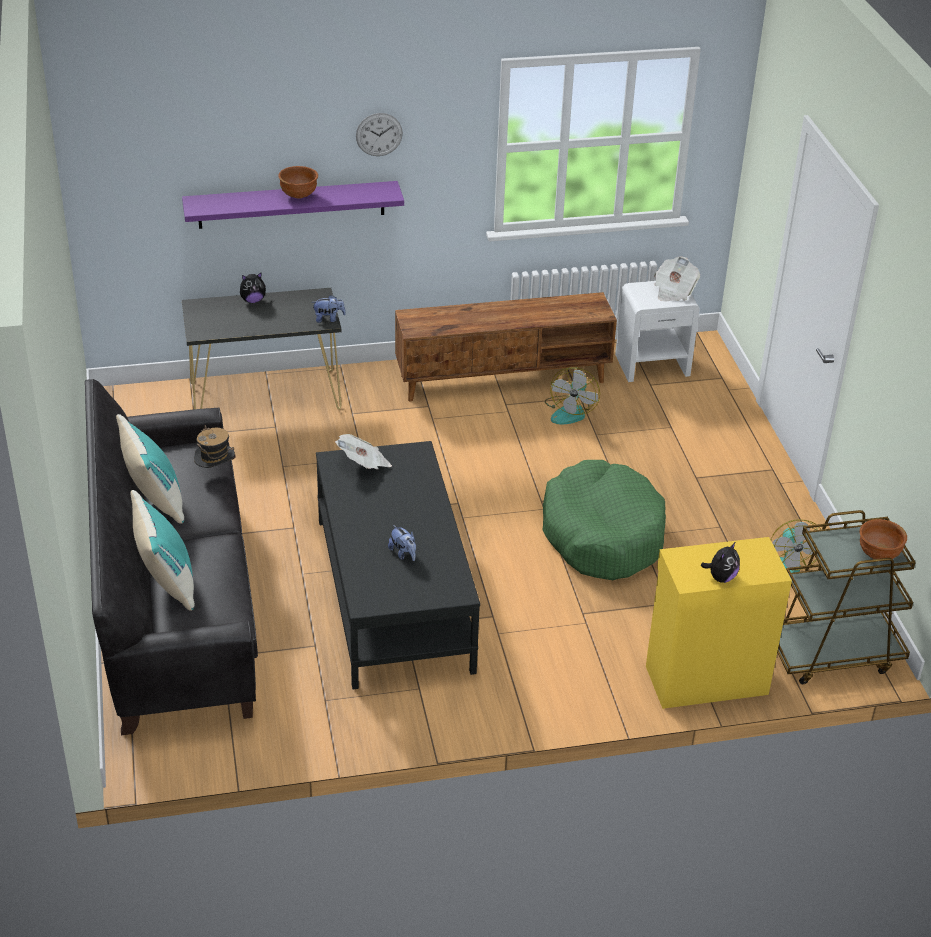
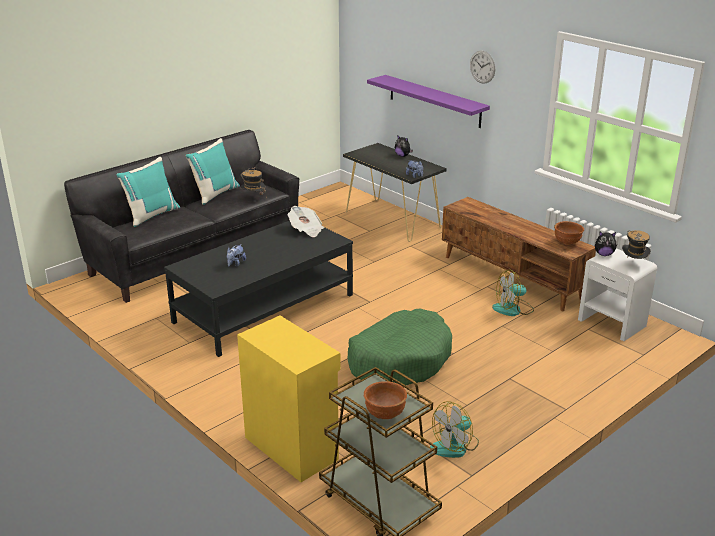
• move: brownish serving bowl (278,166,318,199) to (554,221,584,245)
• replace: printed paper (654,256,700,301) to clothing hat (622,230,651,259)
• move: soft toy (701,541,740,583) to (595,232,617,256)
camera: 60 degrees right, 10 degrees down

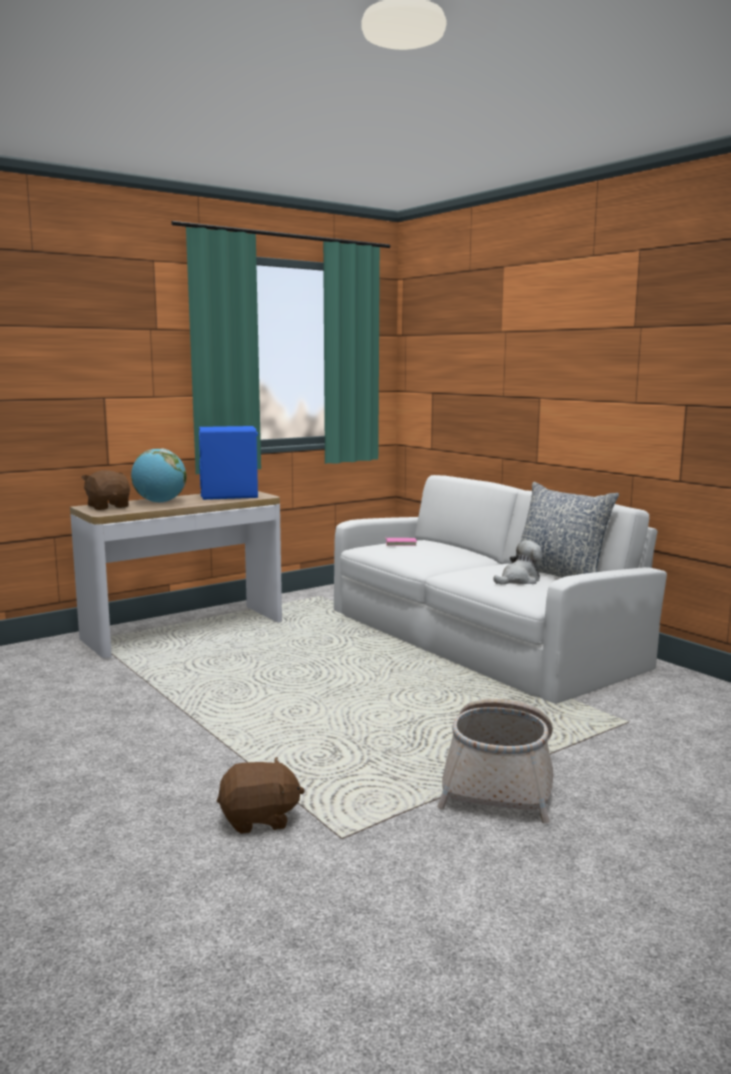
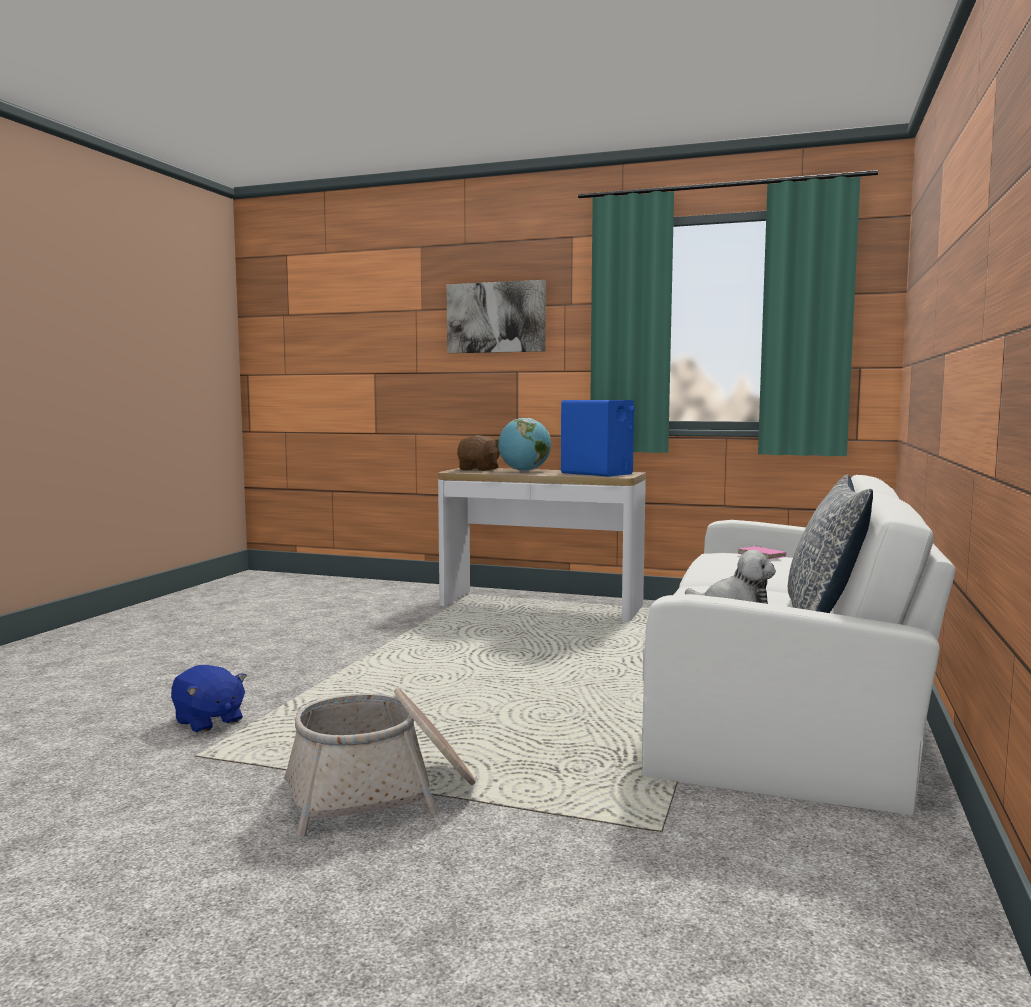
• recolor: brownish soft toy (217,757,305,834) to blue soft toy (171,665,247,733)
• insert: wall art (447,280,546,353)
camera: 55 degrees right, 5 degrees down

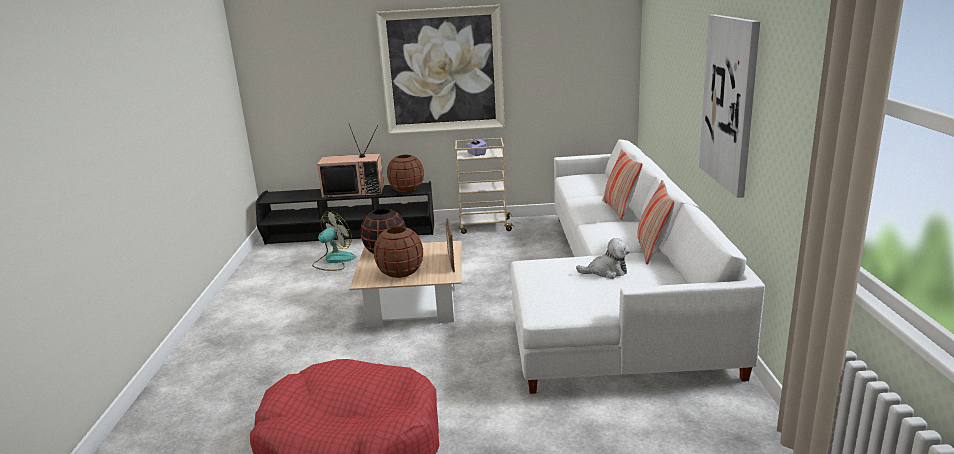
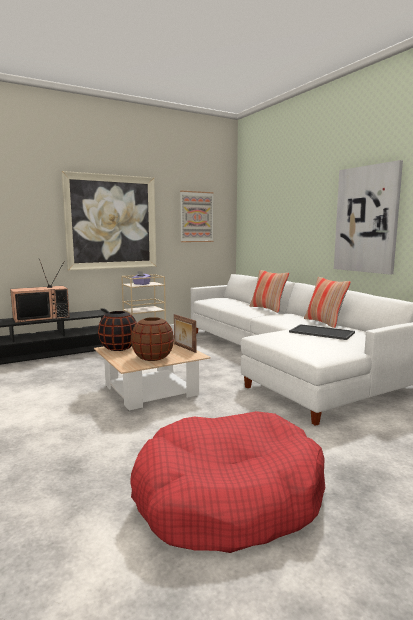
• delete: brownish vase (387,155,424,193)
• delete: fan (312,212,356,271)
• replace: soft toy (576,238,630,279) to carrying tray (289,324,355,340)
• insert: wall art (180,191,214,242)
camera: 30 degrees left, 10 degrees down

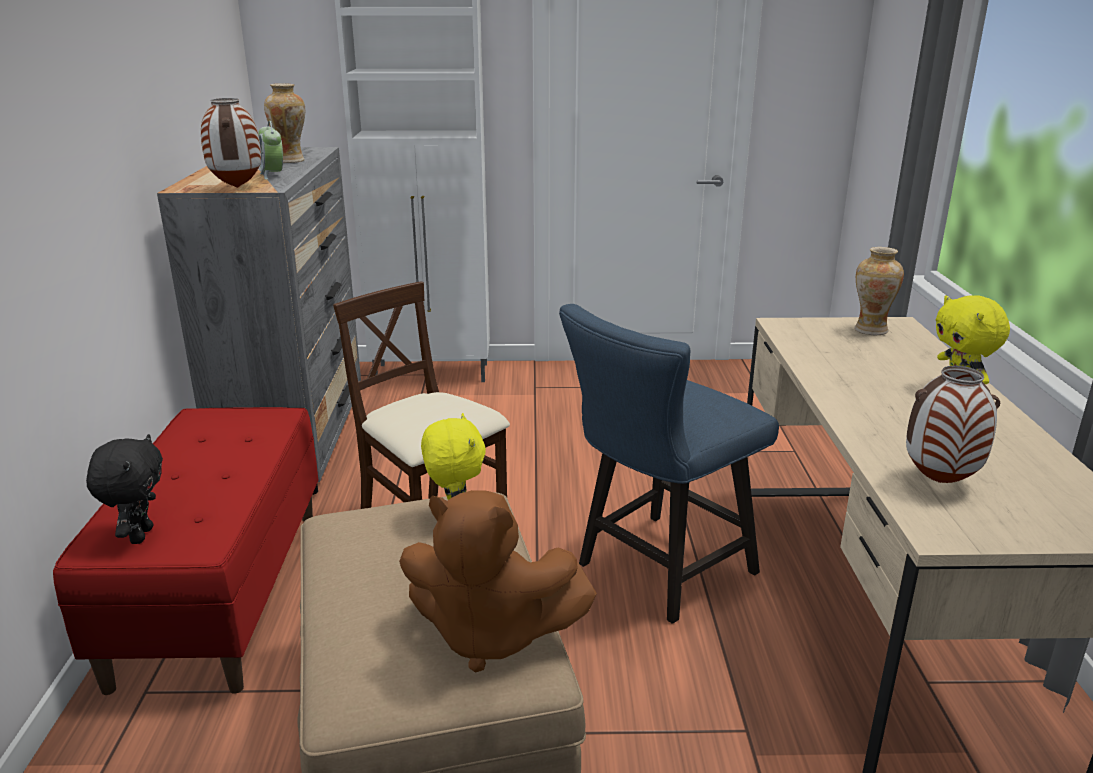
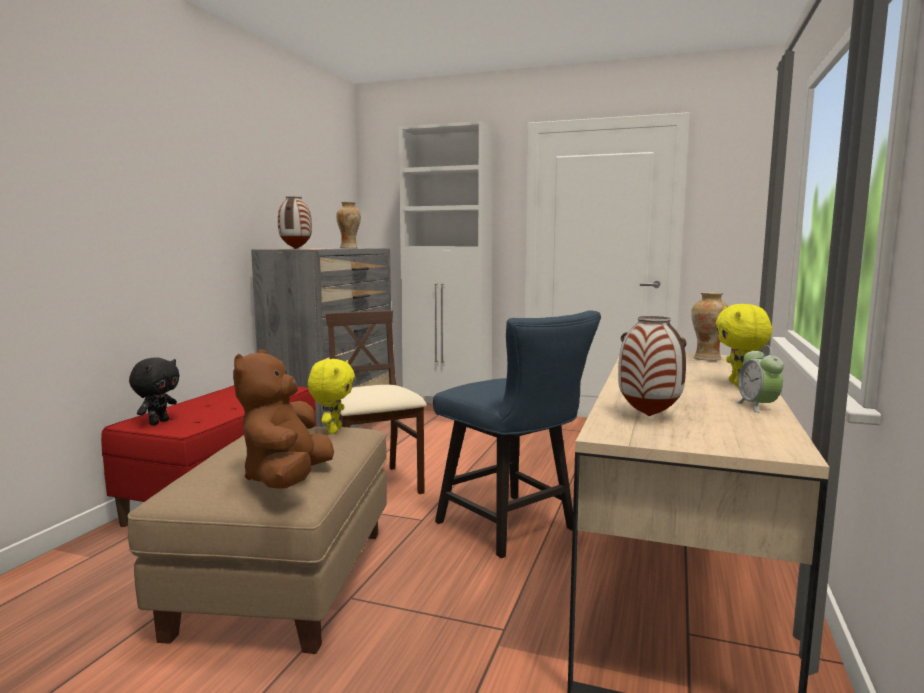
• move: bedside clock (259,121,283,180) to (736,345,784,413)
• rotate: blue upright chair (559,304,779,624) = (433,310,601,558) 105 degrees counterclockwise
• rotate: brownish soft toy (399,490,597,673) = (233,349,334,488) 60 degrees clockwise
camera: 20 degrees right, 15 degrees down

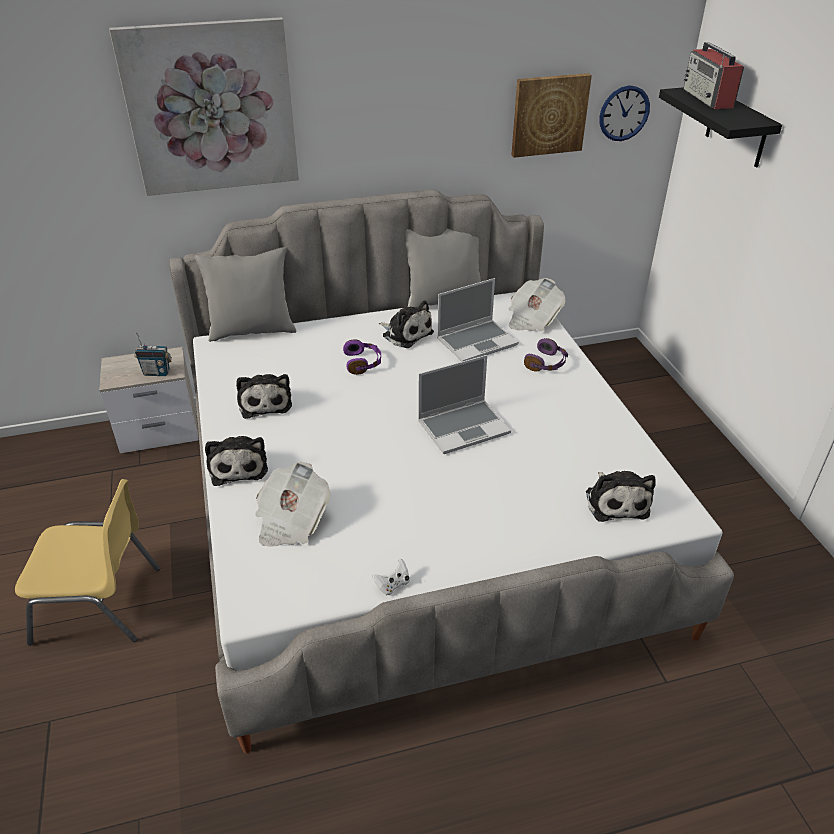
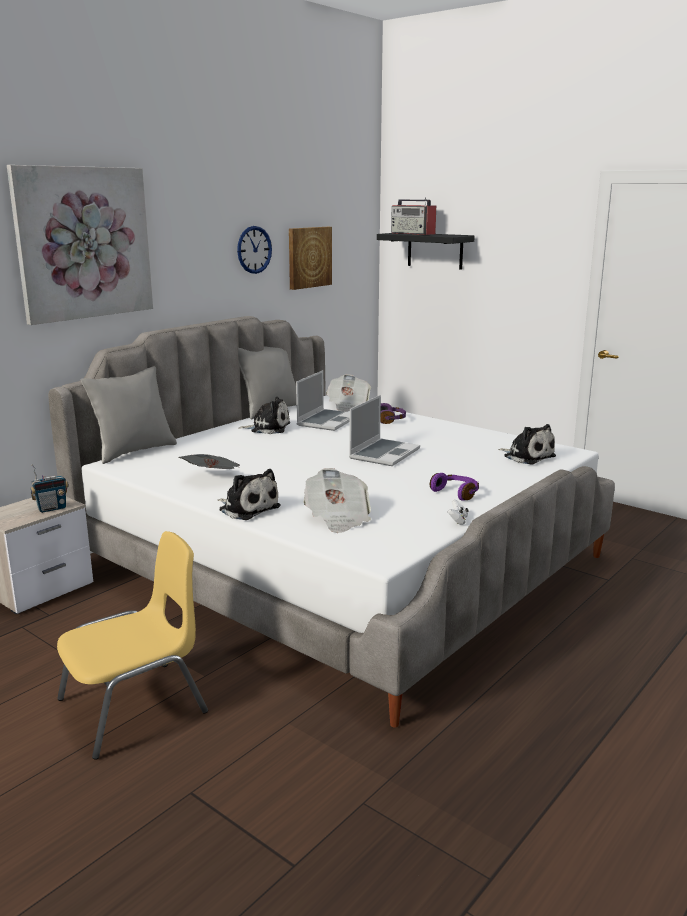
• move: clock on the wall (599,85,650,141) to (237,226,272,274)
• move: purplish headphones (343,340,381,375) to (430,473,479,501)
• replace: soft toy (236,374,292,419) to printed paper (178,454,240,469)
camera: 35 degrees left, 20 degrees down

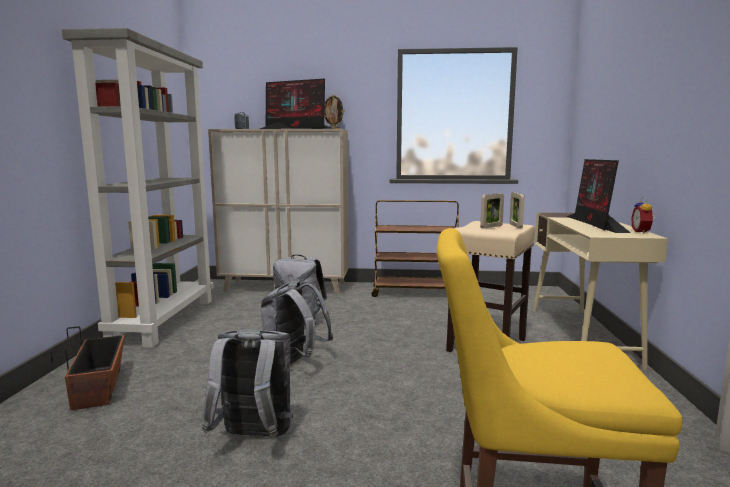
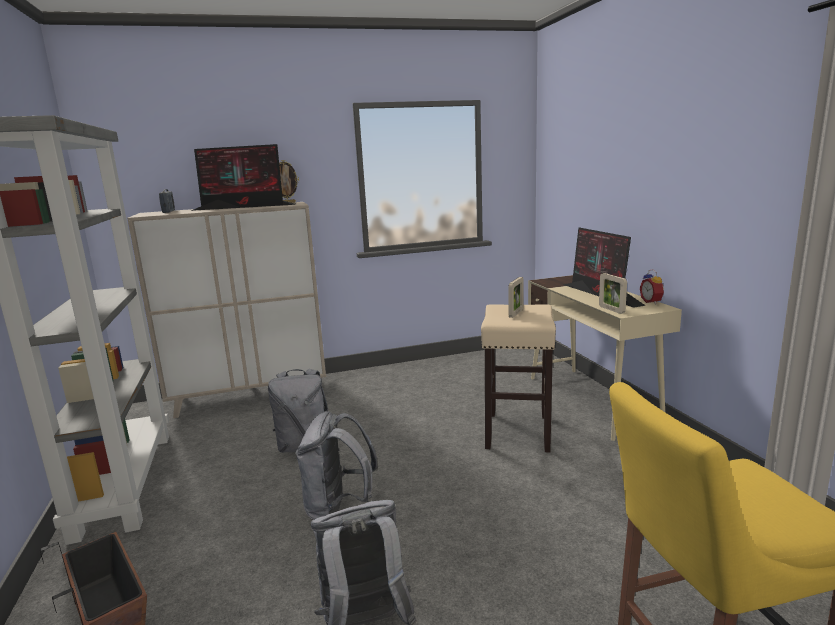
• move: photo frame (510,192,525,228) to (599,273,627,314)
• delete: brownish cart (372,200,459,297)
camera: 20 degrees left, 5 degrees up

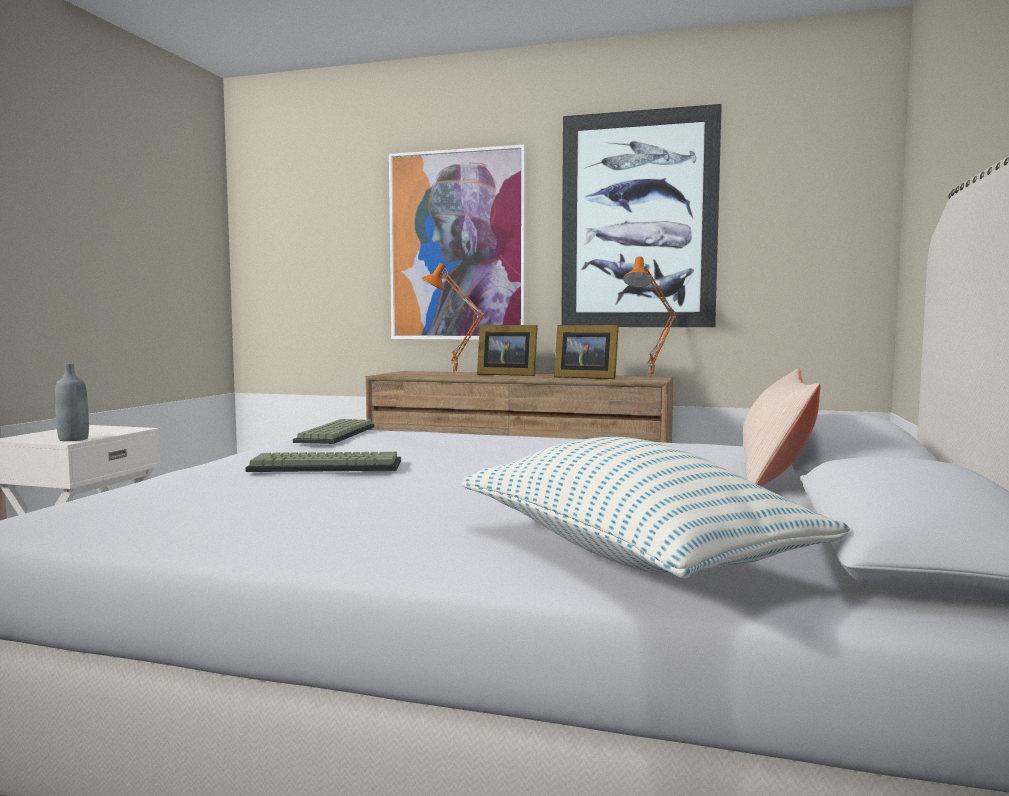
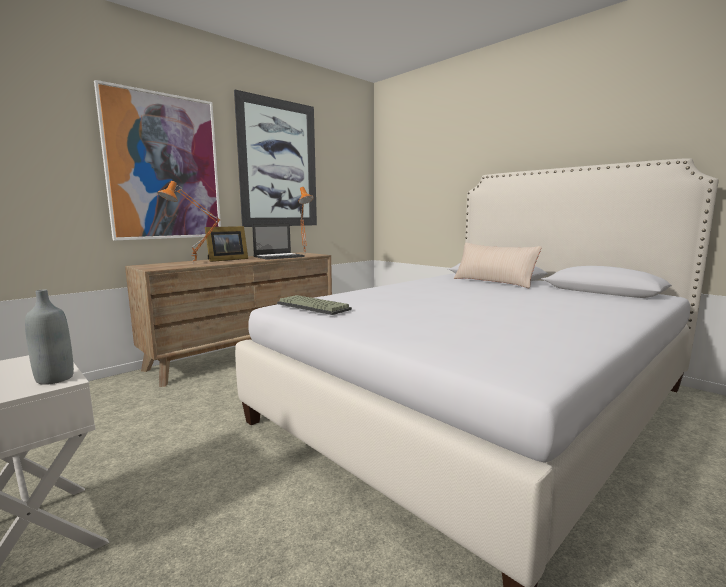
• replace: photo frame (554,325,619,379) to laptop (252,223,305,260)
• delete: cushion (462,437,850,578)
• delete: computer keyboard (245,452,401,472)
camera: 60 degrees left, 5 degrees up

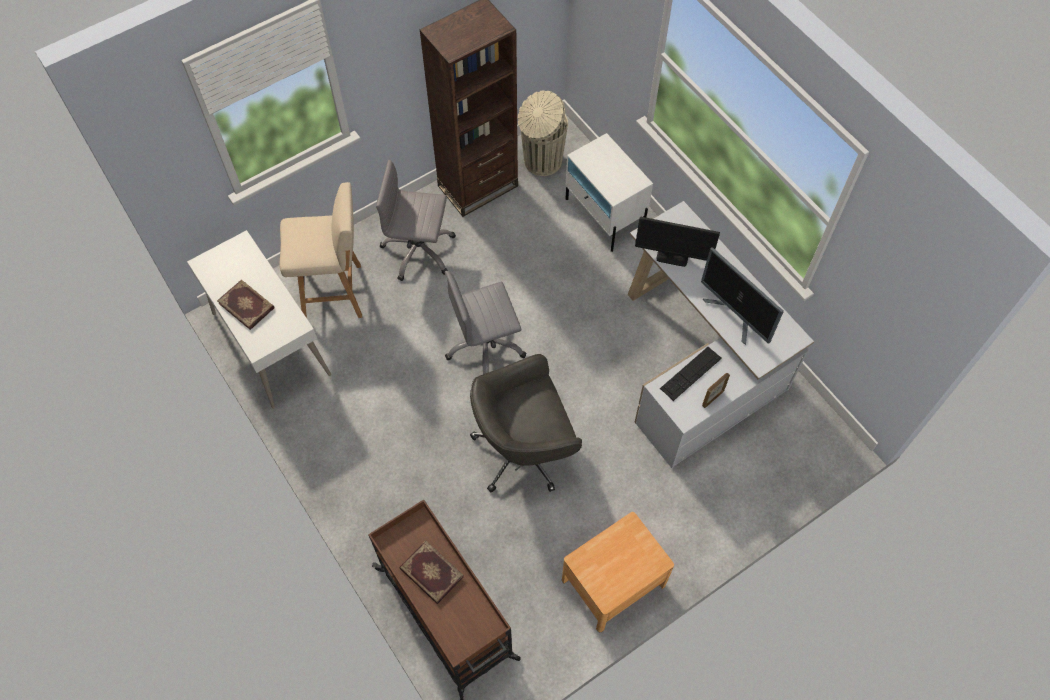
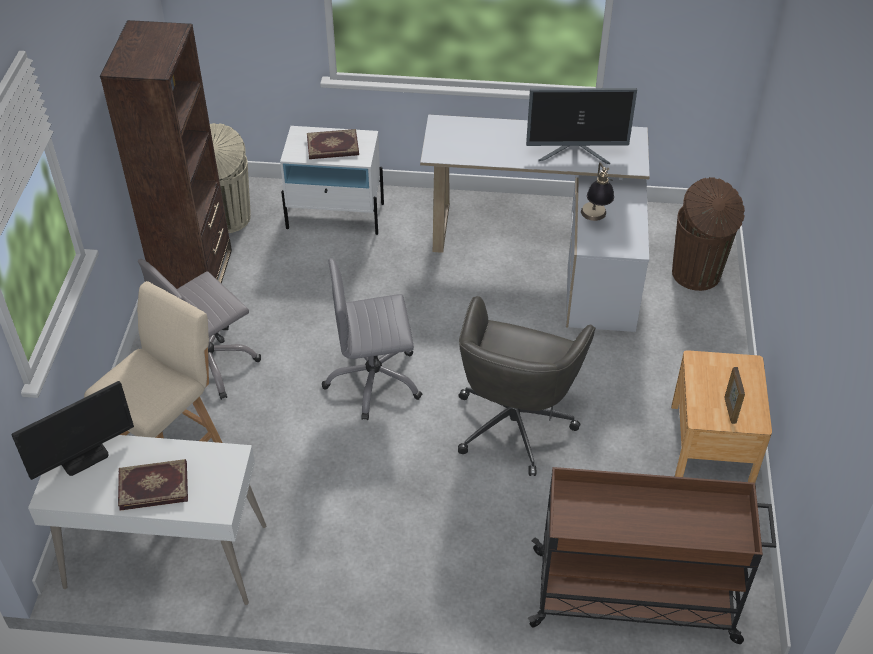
• move: computer screen (635,217,720,267) to (11,381,134,480)
• rotate: grey desk chair (445,271,526,374) = (322,258,422,420) 60 degrees clockwise
• replace: computer keyboard (660,347,722,401) to table lamp (581,162,614,221)
• move: photo frame (702,373,730,408) to (724,367,745,424)
• move: bound book (399,541,464,604) to (307,129,359,159)
• insert: brownish rubbish bin (672,177,745,291)
camera: 50 degrees left, 15 degrees down

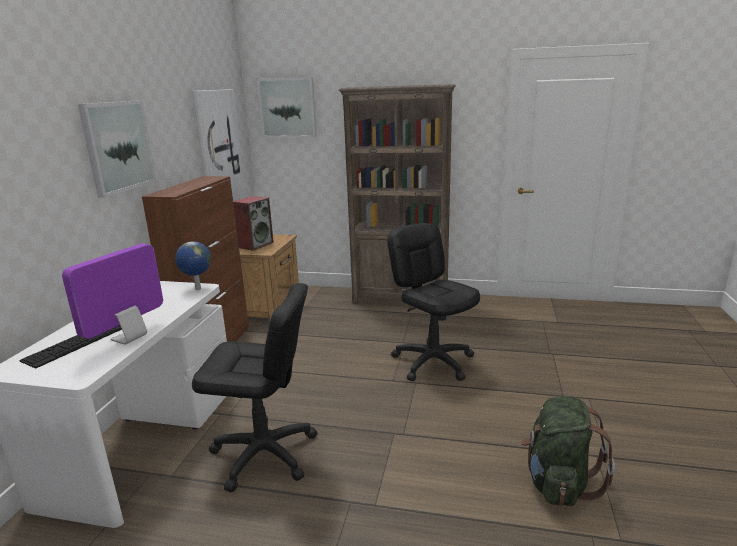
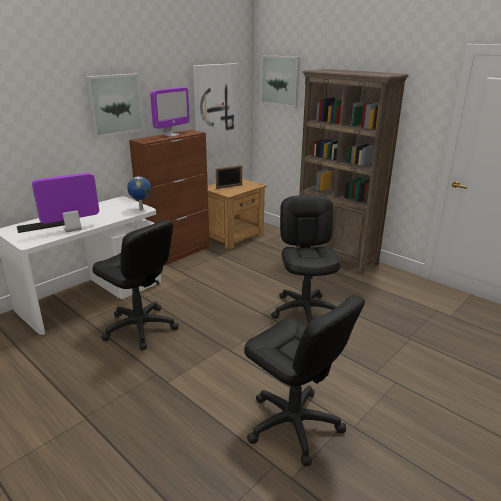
• replace: audio speaker (233,196,274,251) to photo frame (216,165,242,189)
• replace: green-coloured knapsack (521,396,615,506) to black-coloured desk chair (244,294,365,466)
• insert: computer screen (150,87,190,137)
camera: 30 degrees right, 5 degrees up

